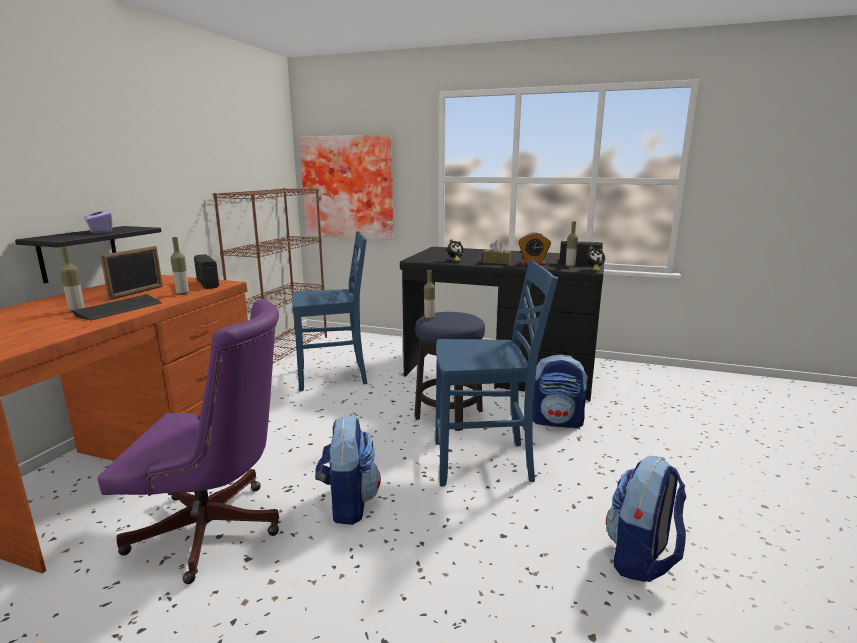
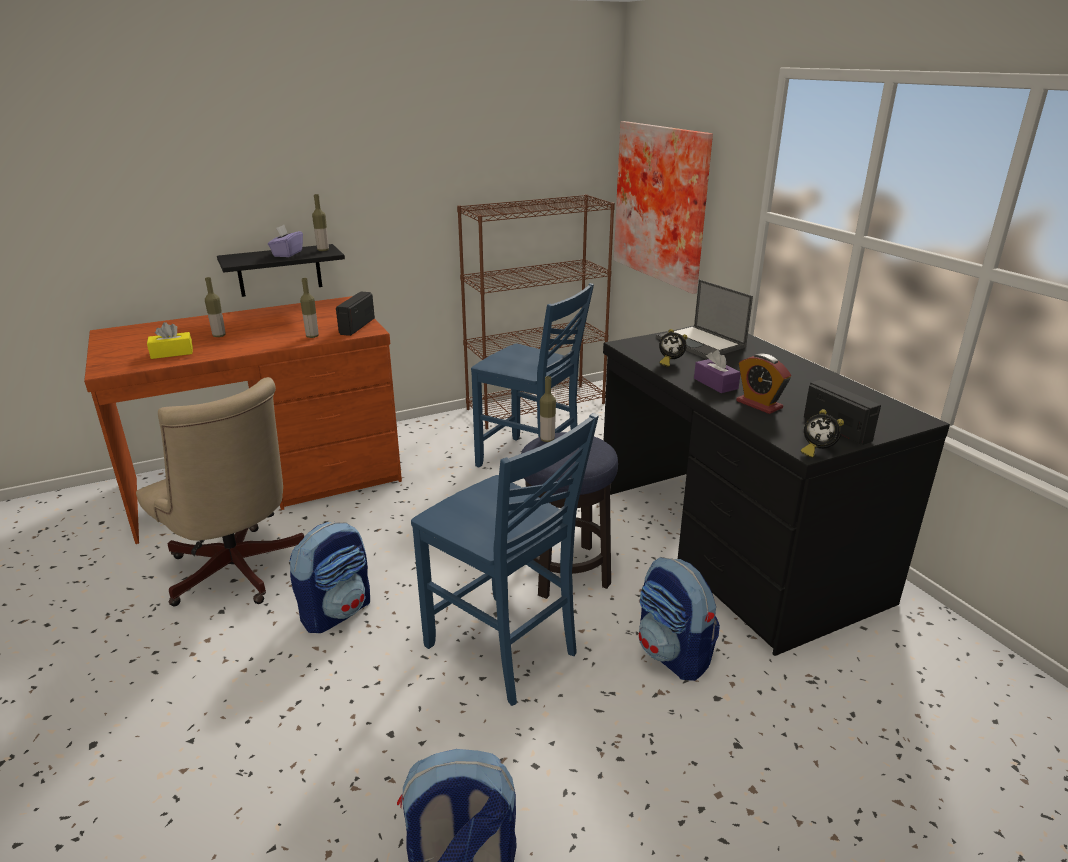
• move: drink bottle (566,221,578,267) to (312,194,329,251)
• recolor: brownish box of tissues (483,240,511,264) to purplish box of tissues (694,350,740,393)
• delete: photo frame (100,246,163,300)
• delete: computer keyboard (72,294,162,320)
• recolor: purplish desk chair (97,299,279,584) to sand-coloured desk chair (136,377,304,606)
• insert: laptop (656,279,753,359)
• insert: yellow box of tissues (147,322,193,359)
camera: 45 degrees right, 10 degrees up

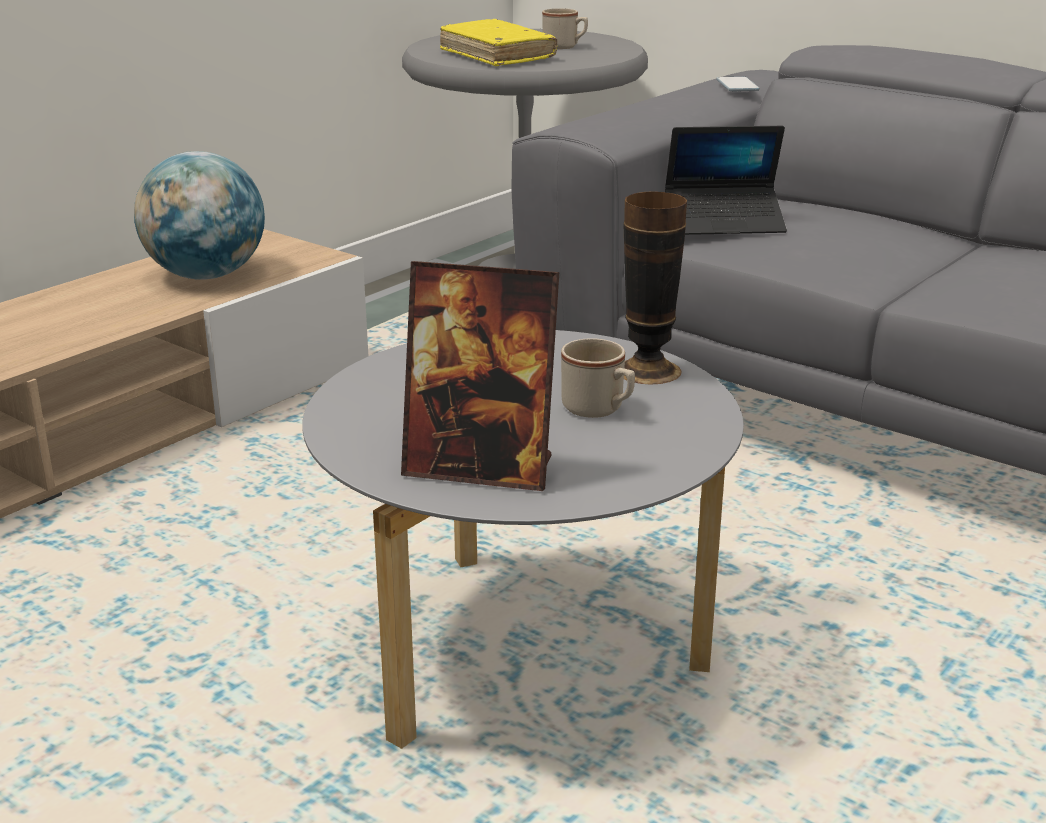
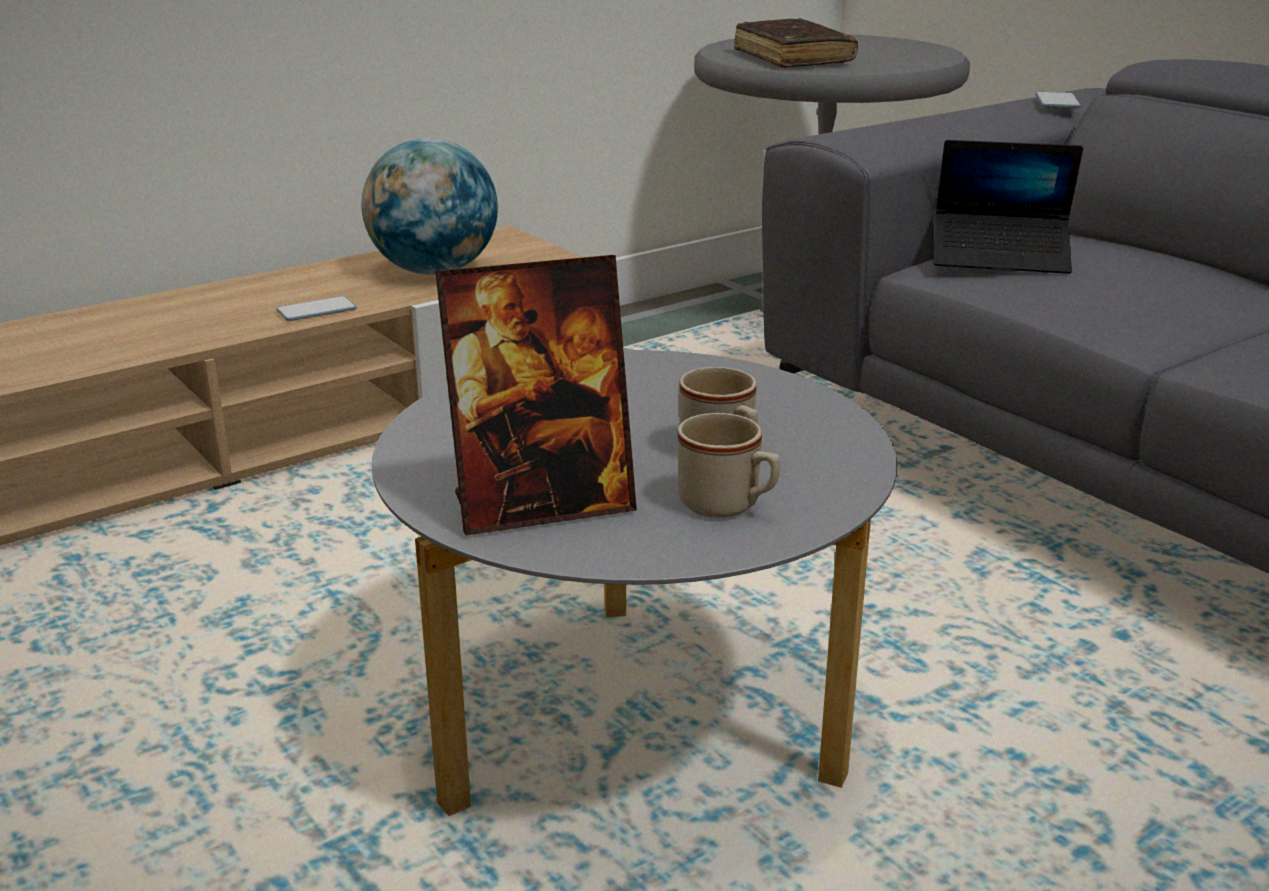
• move: sand-coloured coffee mug (542,8,588,49) to (678,413,780,518)
• recolor: yellow bound book (440,19,557,66) to brownish bound book (734,18,858,68)
• delete: vase (624,191,687,385)
• rotate: photo frame (401,261,559,491) = (435,255,637,535) 45 degrees counterclockwise
• insert: telephone (276,296,357,321)
camera: 15 degrees right, 0 degrees up

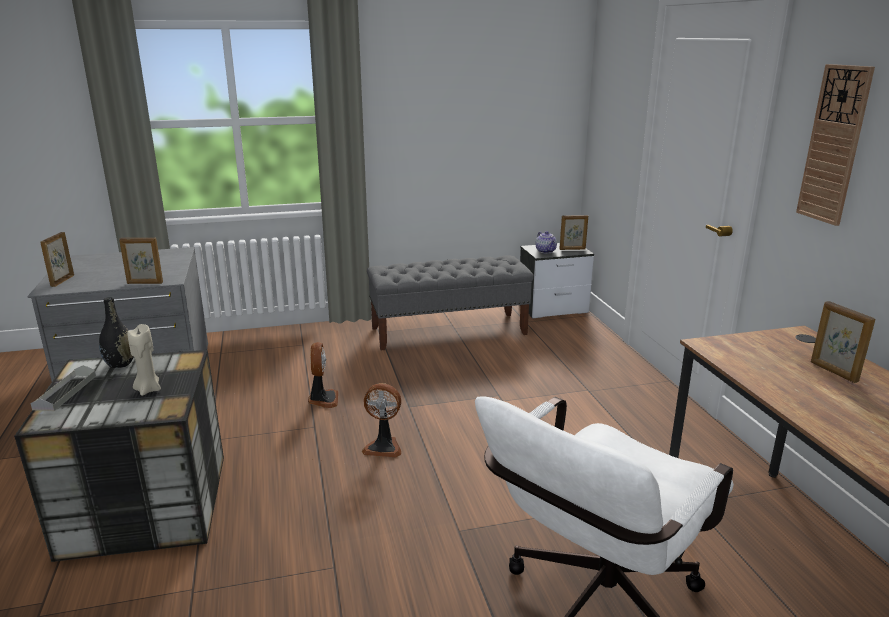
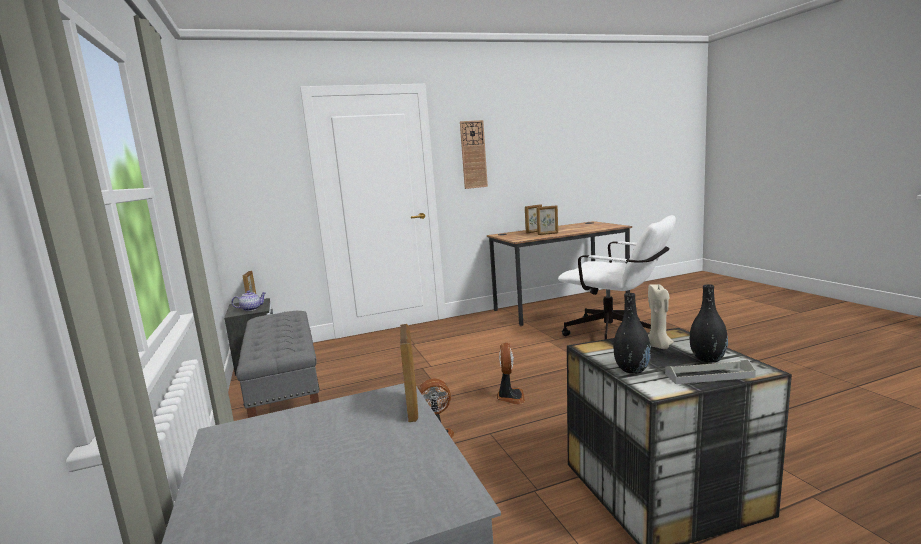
• move: photo frame (40,232,74,287) to (536,205,558,235)
• insert: black-coloured vase (690,284,728,363)
camera: 95 degrees left, 10 degrees down

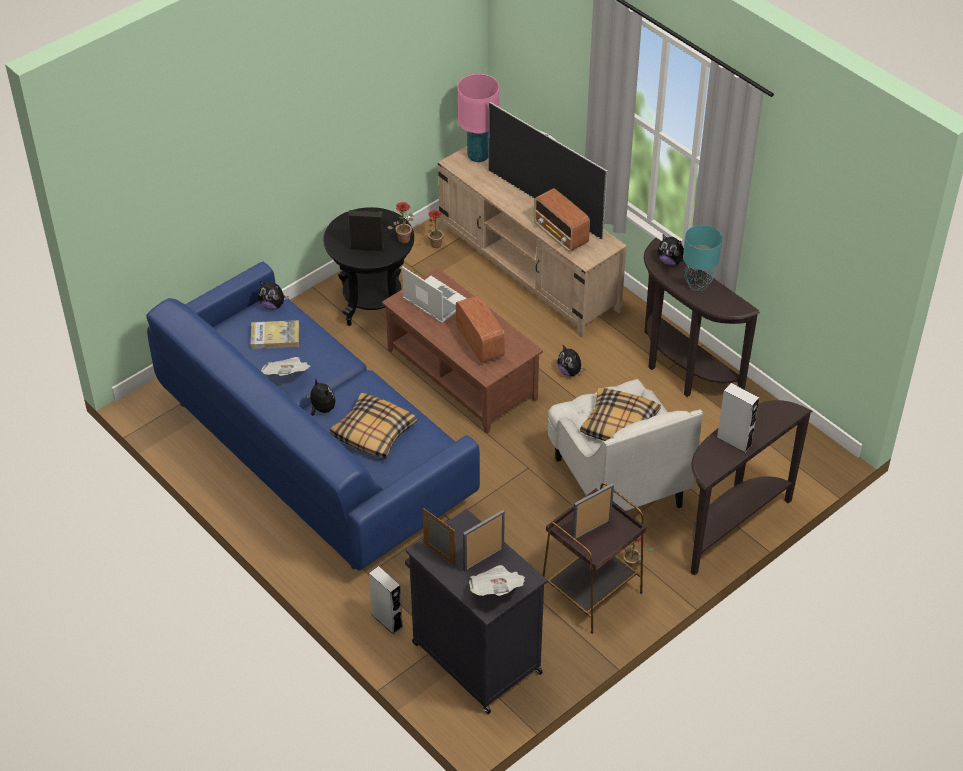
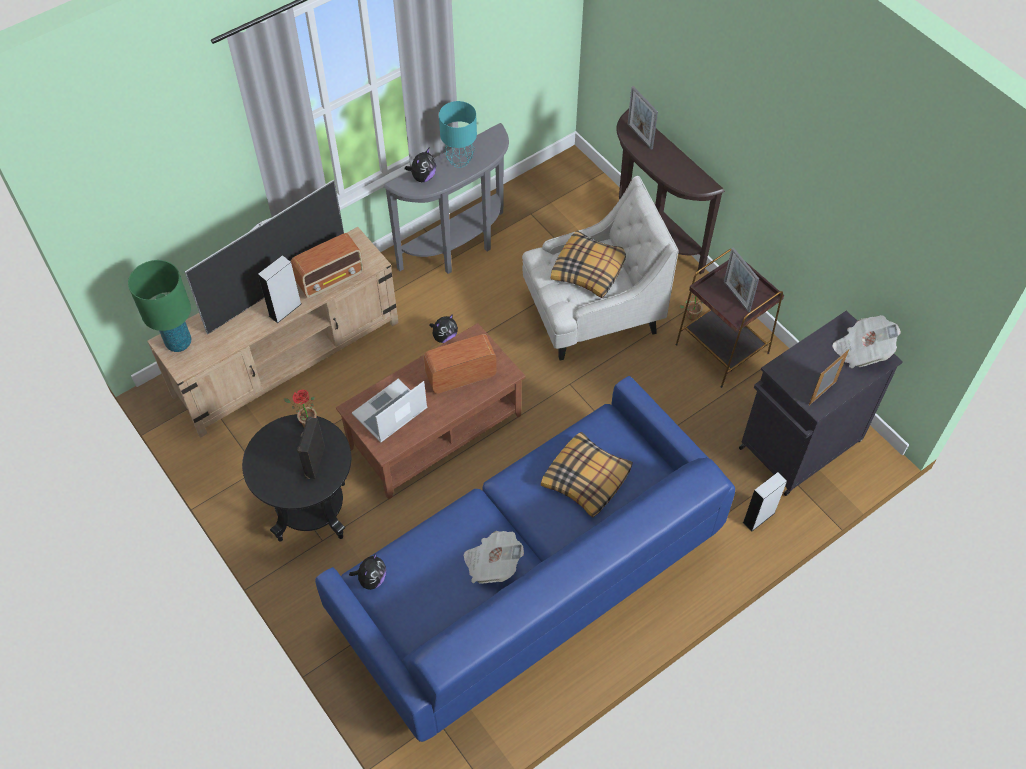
• recolor: pinkish table lamp (458,74,499,162) to green-coloured table lamp (128,260,191,352)
• delete: houseplant (425,210,445,248)
• recolor: brownish hall table (644,238,760,397) to grey hall table (383,123,509,274)
• delete: bound book (251,320,299,349)
• delete: soft toy (306,379,335,416)
• move: grey audio speaker (716,383,759,453) to (258,255,301,323)
• move: photo frame (463,510,505,572) to (627,86,658,150)
camera: 85 degrees left, 10 degrees up

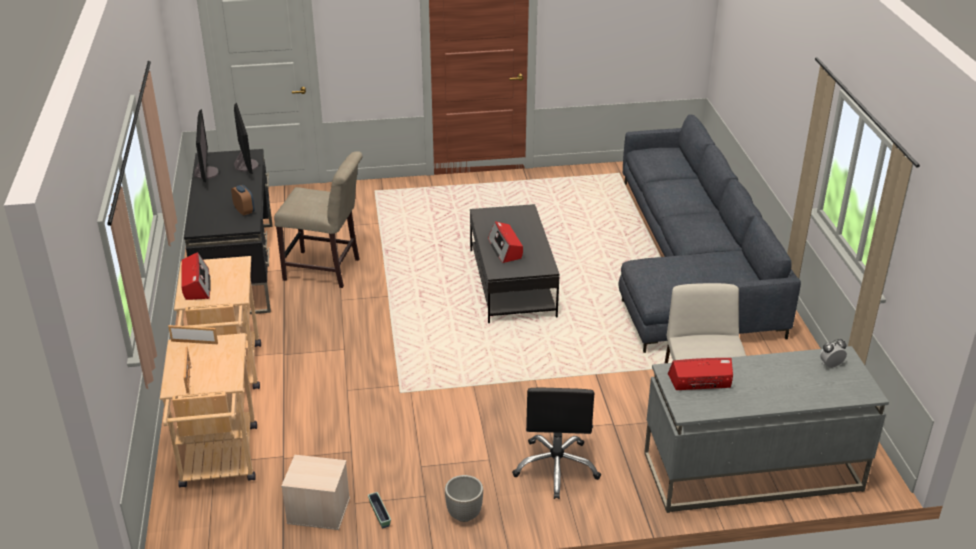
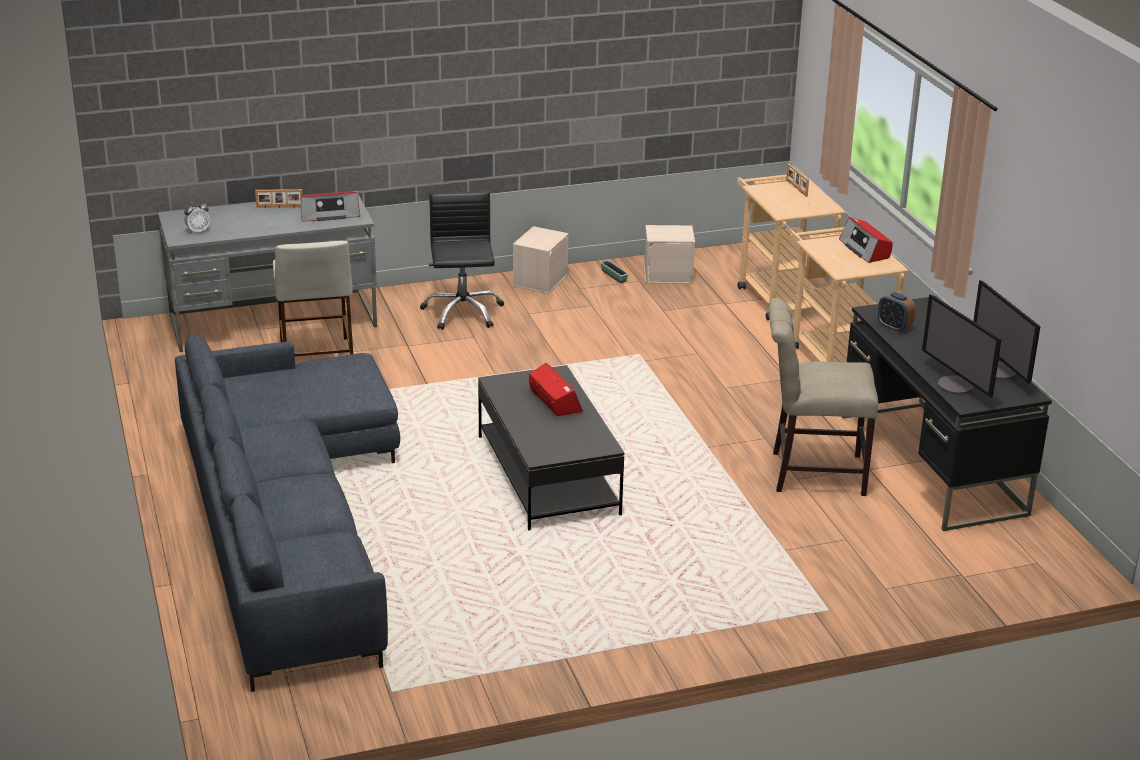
• move: photo frame (168,325,218,344) to (255,189,303,208)
• replace: plant pot (445,475,483,522) to sand-coloured storage container (513,226,569,294)
camera: 170 degrees right, 5 degrees down

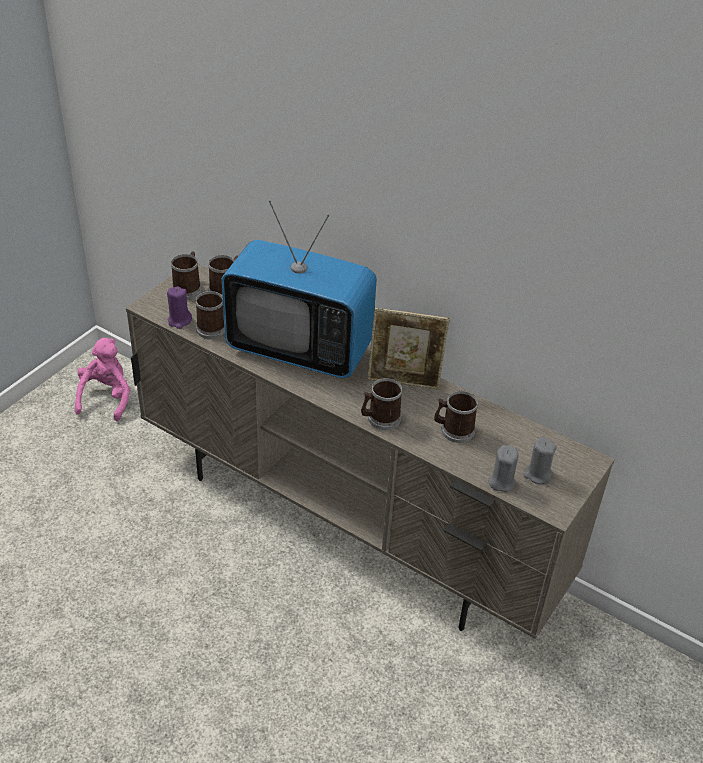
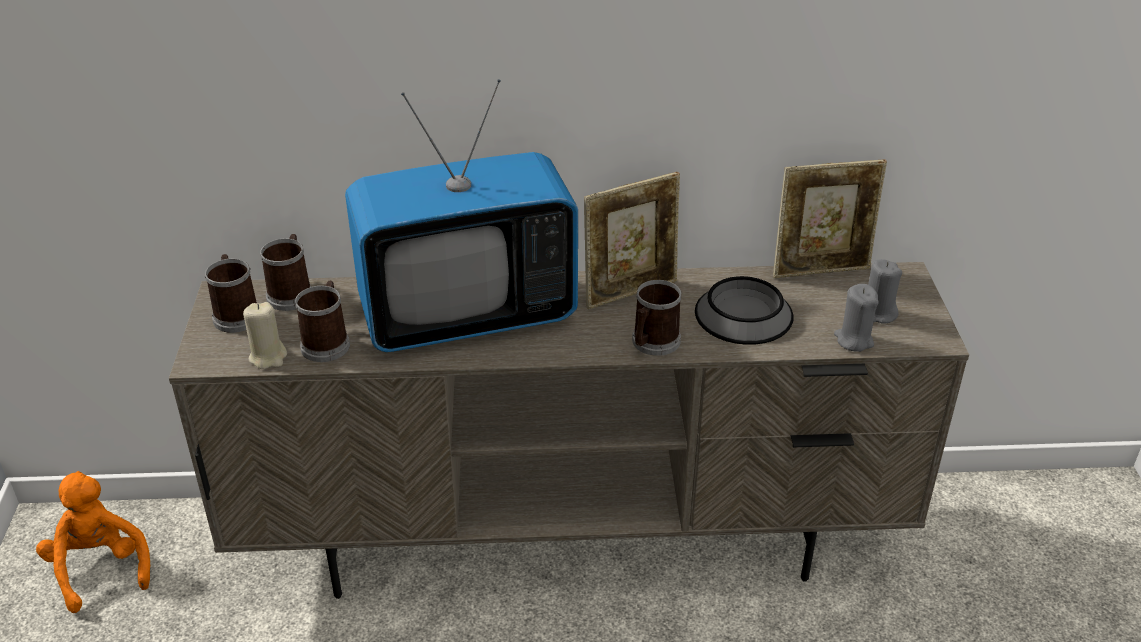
• recolor: purplish wax candle (167,286,192,329) to sand-coloured wax candle (243,302,287,369)
• recolor: pinkish soft toy (75,338,130,421) to orange-coloured soft toy (36,471,150,613)
• replace: coffee mug (434,391,479,443) to serving bowl (695,276,794,345)
• insert: photo frame (773,160,887,278)
camera: 35 degrees left, 5 degrees down

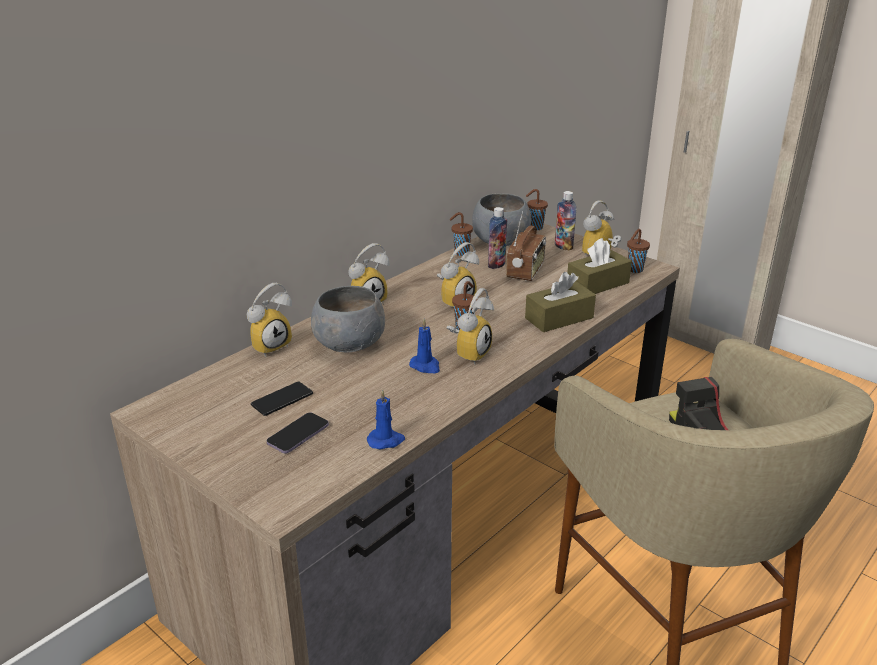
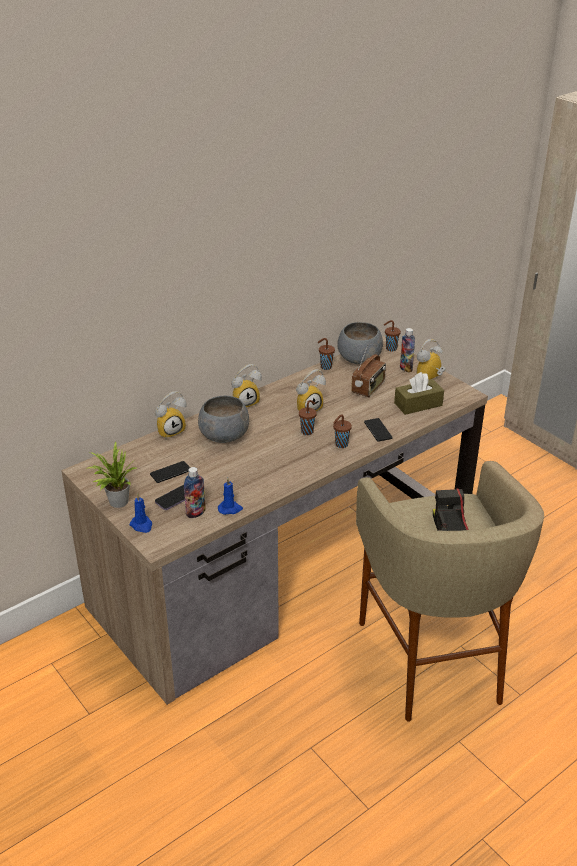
• move: drink bottle (488,207,507,269) to (184,467,206,518)
• move: brownish drinking cup (627,229,650,273) to (333,415,352,448)
• replace: brownish box of tissues (525,272,596,332) to telephone (364,418,393,442)
• delete: bedside clock (447,288,494,364)
• move: blue wax candle (409,319,440,373) to (129,493,152,533)
• insert: houseplant (86,441,138,508)
camera: 10 degrees right, 5 degrees up

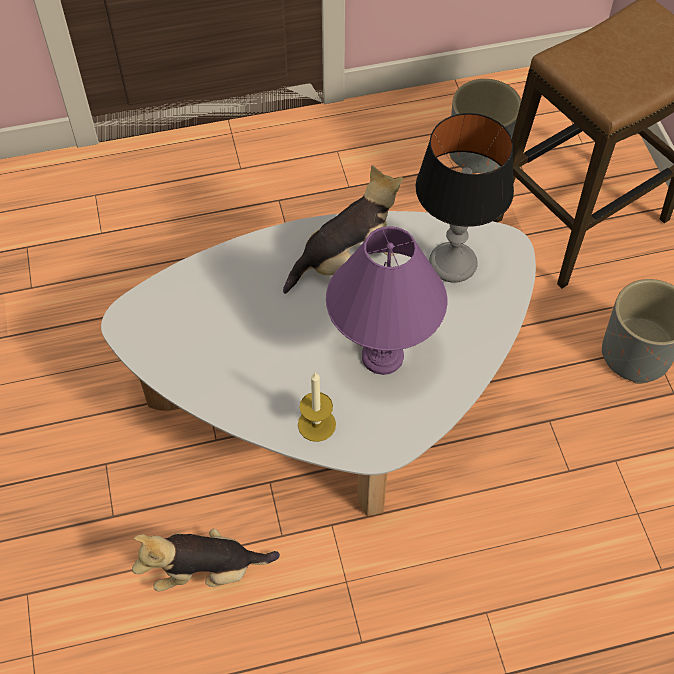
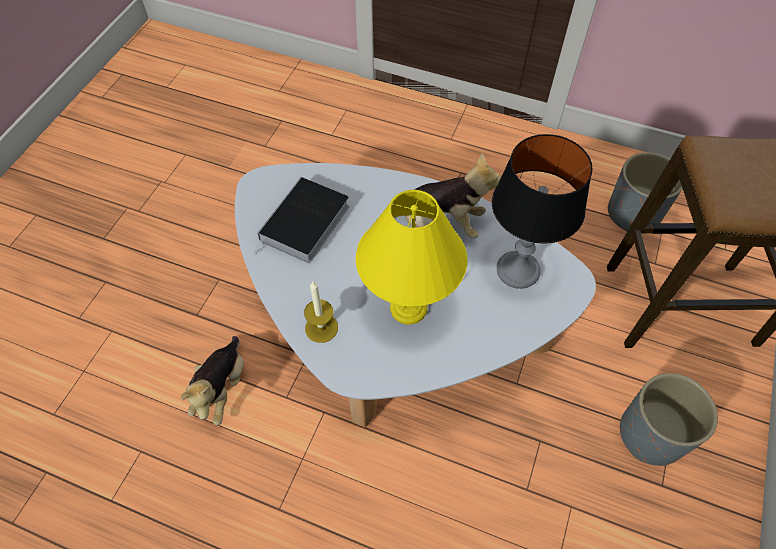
• recolor: purplish table lamp (326,226,447,375) to yellow table lamp (356,190,467,325)
• rotate: soft toy (132,529,280,592) = (181,336,244,426) 105 degrees counterclockwise
• insert: bound book (254,177,349,263)
camera: 35 degrees right, 0 degrees up

